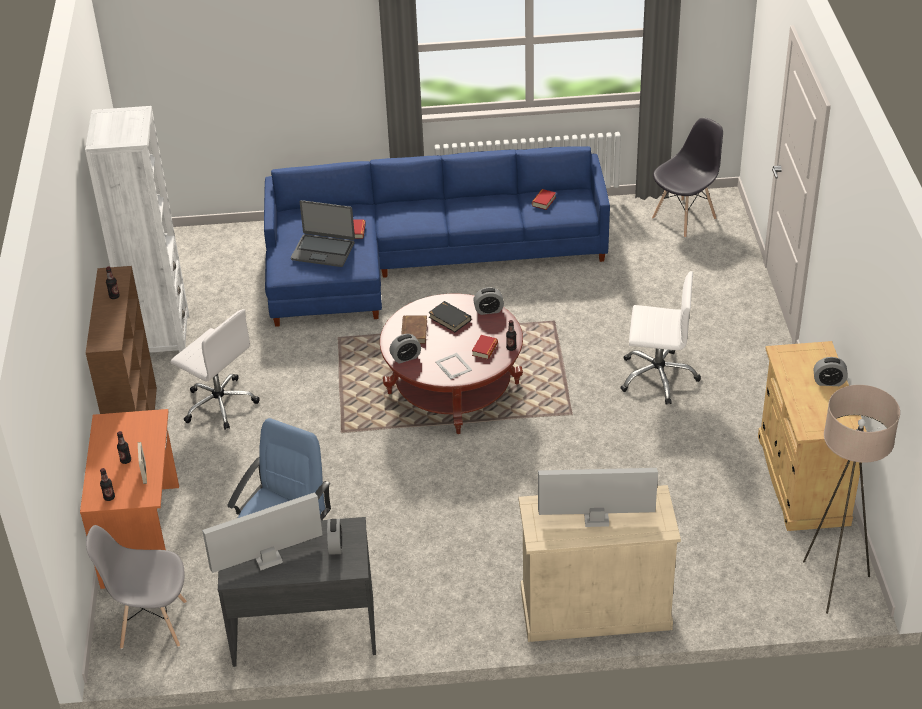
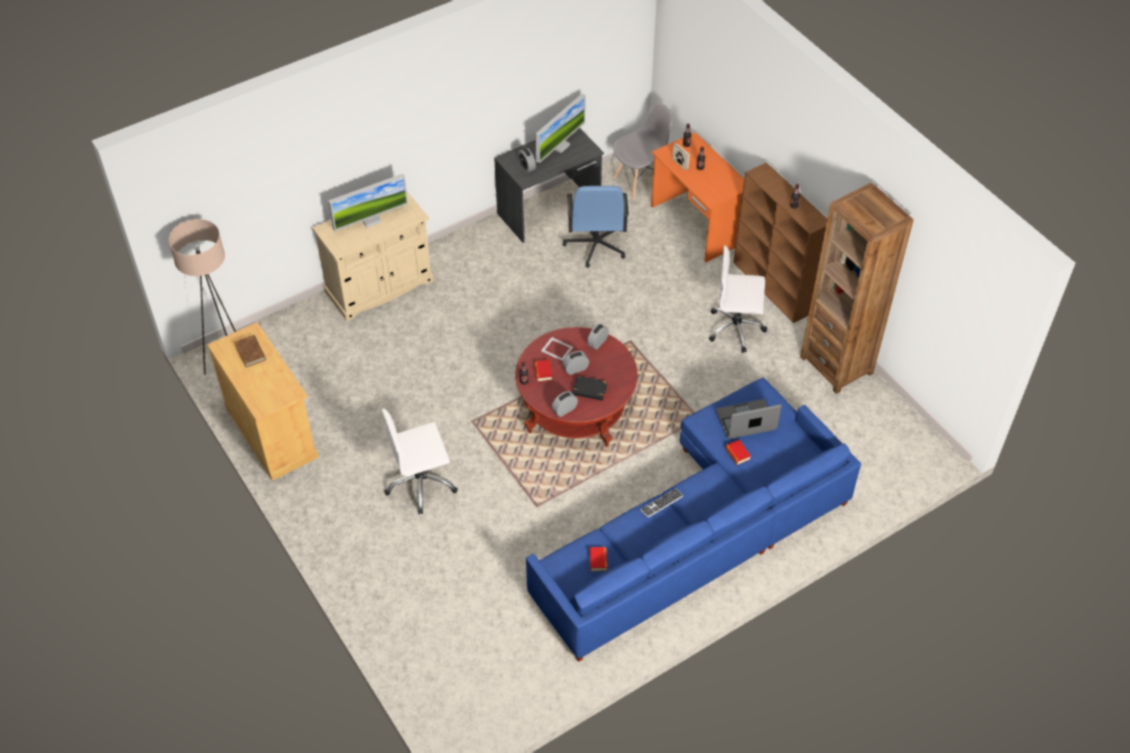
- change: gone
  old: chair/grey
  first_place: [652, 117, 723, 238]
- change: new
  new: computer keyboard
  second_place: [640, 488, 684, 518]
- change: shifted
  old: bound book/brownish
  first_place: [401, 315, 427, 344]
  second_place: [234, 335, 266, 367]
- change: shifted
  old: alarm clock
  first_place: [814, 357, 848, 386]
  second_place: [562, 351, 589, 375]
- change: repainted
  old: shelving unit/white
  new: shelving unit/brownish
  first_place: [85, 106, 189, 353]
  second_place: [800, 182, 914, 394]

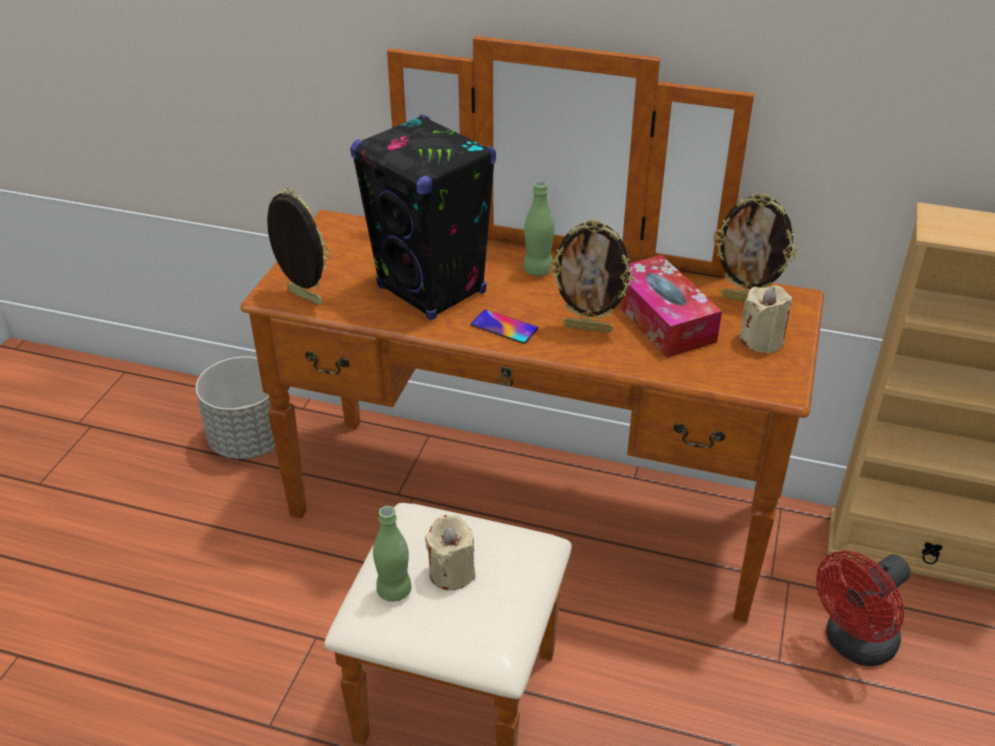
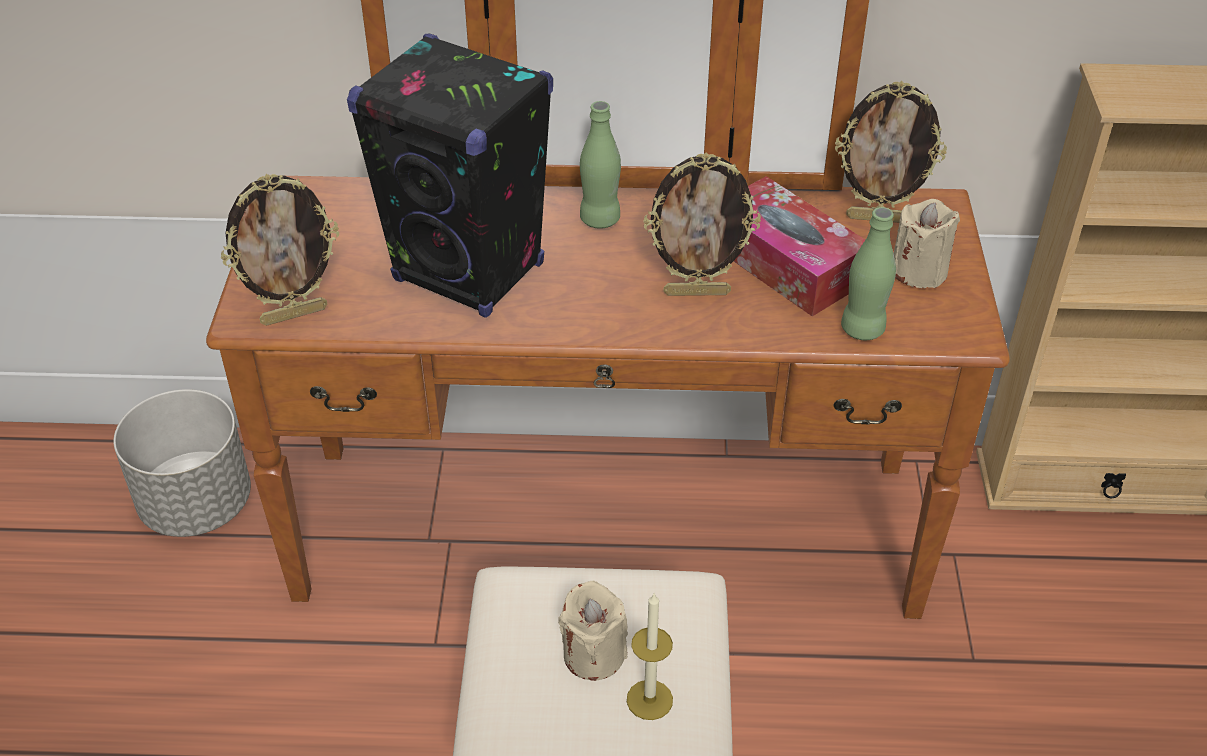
- change: gone
  old: handset
  first_place: [470, 310, 538, 344]
- change: gone
  old: electric fan/red
  first_place: [816, 551, 911, 666]
- change: new
  new: candle
  second_place: [627, 592, 673, 720]
- change: shifted
  old: beverage bottle/green-coloured
  first_place: [373, 506, 411, 602]
  second_place: [841, 207, 896, 340]
- change: rotated
  old: standing frame
  first_place: [267, 187, 329, 305]
  second_place: [221, 174, 339, 326]
  degrees: 135

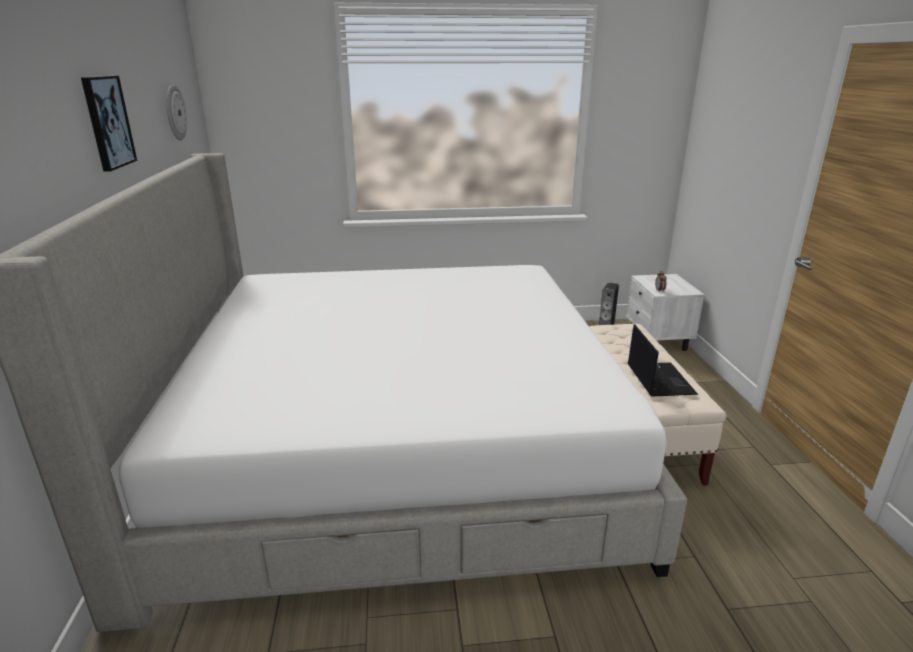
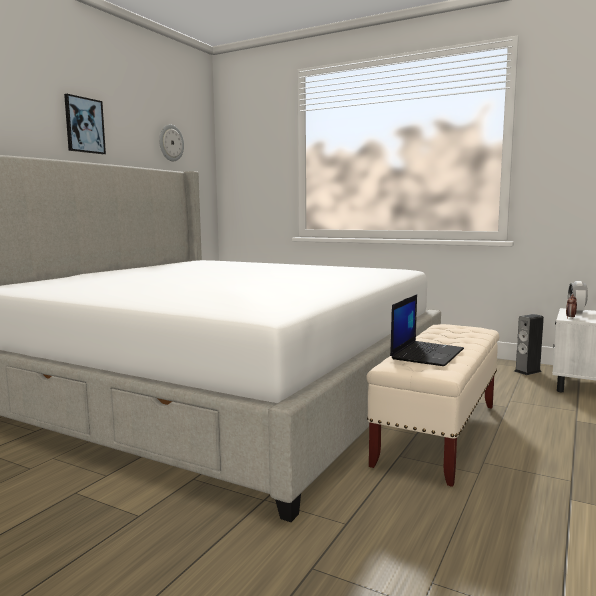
- change: new
  new: alarm clock
  second_place: [568, 281, 588, 314]

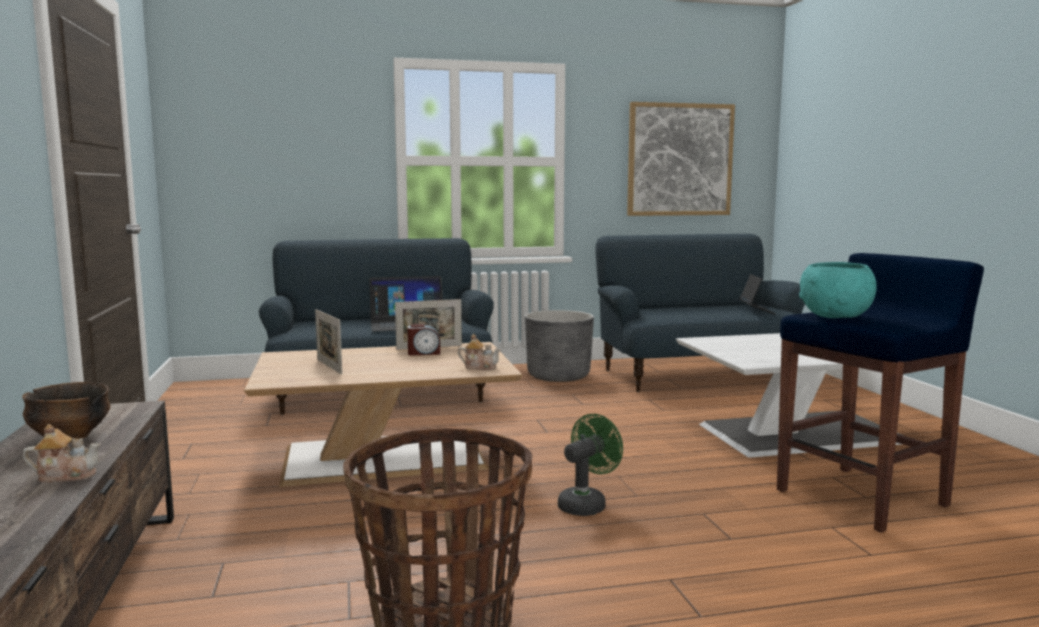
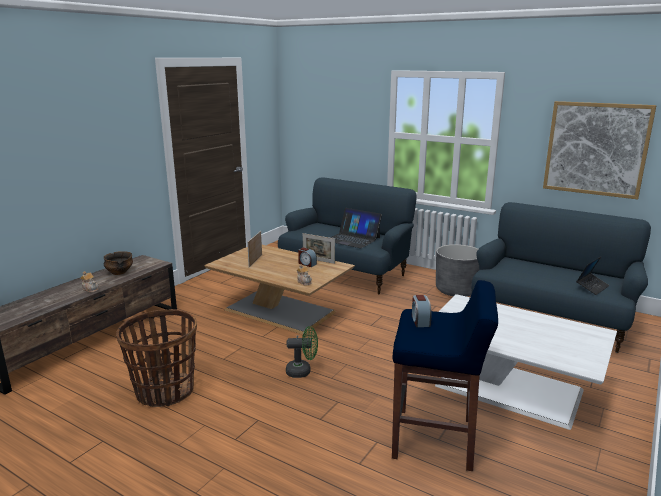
- change: swapped
  old: bowl/turquoise
  new: alarm clock
  first_place: [799, 262, 877, 318]
  second_place: [412, 295, 432, 327]

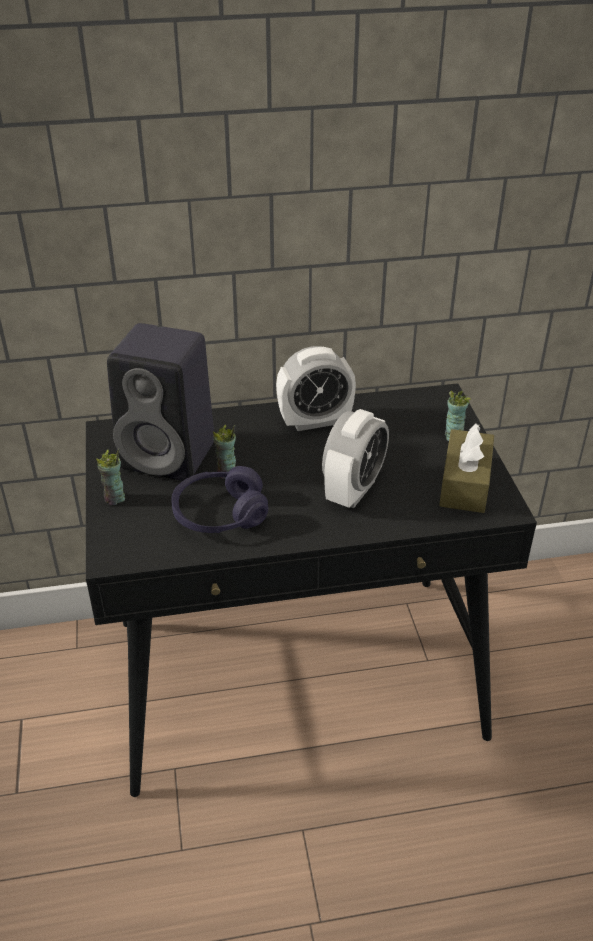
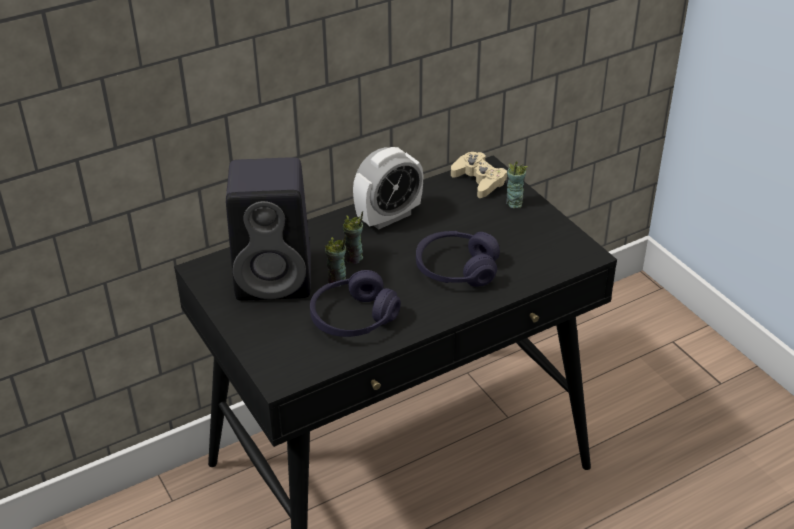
- change: gone
  old: tissue box/brownish
  first_place: [439, 423, 494, 513]
- change: new
  new: joypad/beige-coloured
  second_place: [451, 152, 508, 198]
- change: shifted
  old: small cup
  first_place: [96, 449, 125, 505]
  second_place: [343, 211, 363, 264]
- change: swapped
  old: alarm clock
  new: headset/purple-coloured
  first_place: [322, 409, 389, 508]
  second_place: [416, 231, 500, 287]

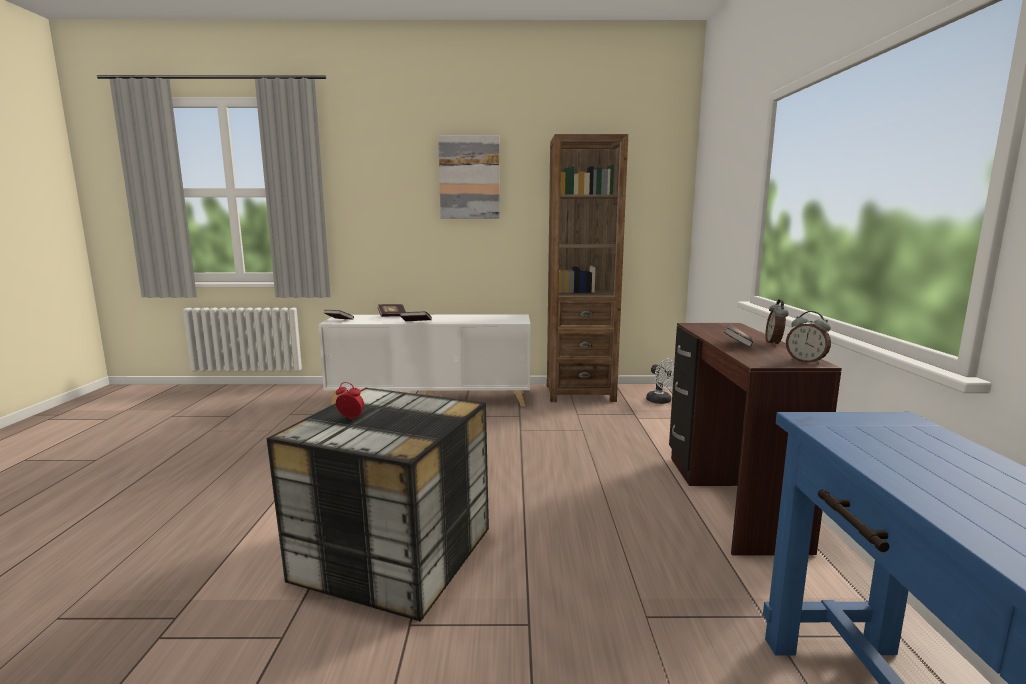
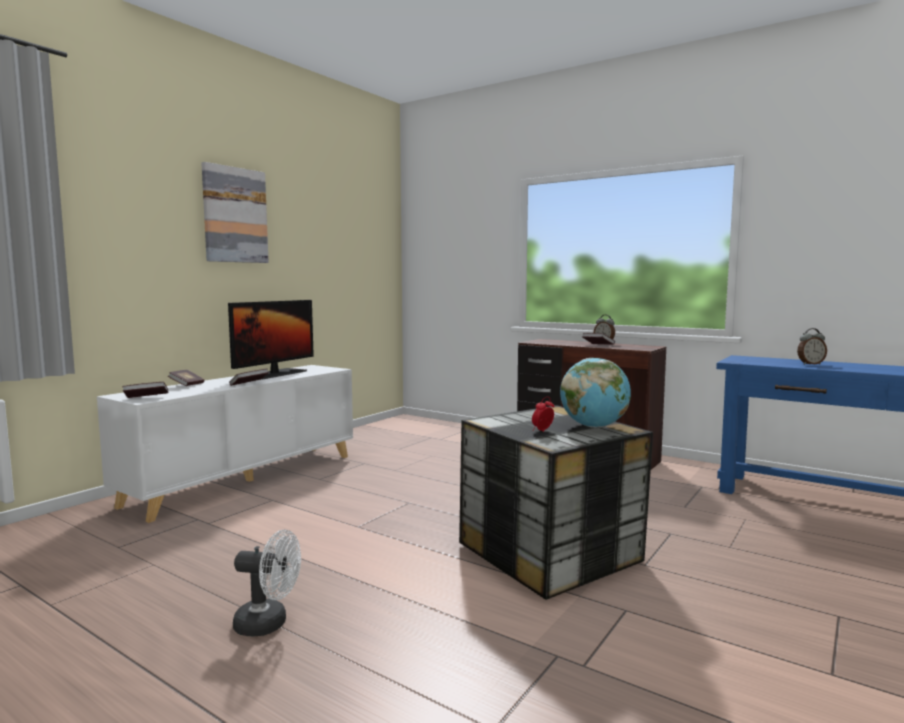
- change: gone
  old: shelving unit/brownish
  first_place: [547, 134, 628, 402]
- change: new
  new: computer screen
  second_place: [228, 300, 314, 379]
- change: new
  new: globe
  second_place: [560, 358, 631, 428]
- change: shifted
  old: electric fan/white
  first_place: [646, 358, 675, 404]
  second_place: [233, 529, 301, 636]
- change: shifted
  old: alarm clock
  first_place: [786, 311, 831, 365]
  second_place: [797, 328, 827, 365]

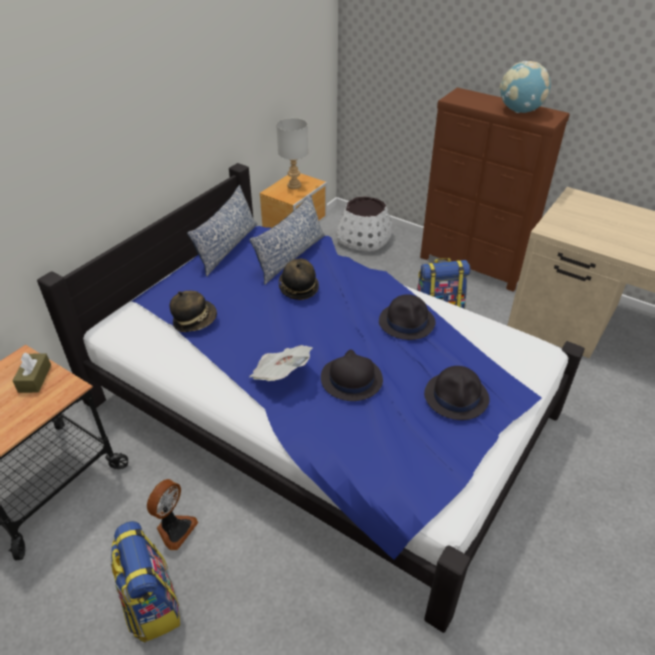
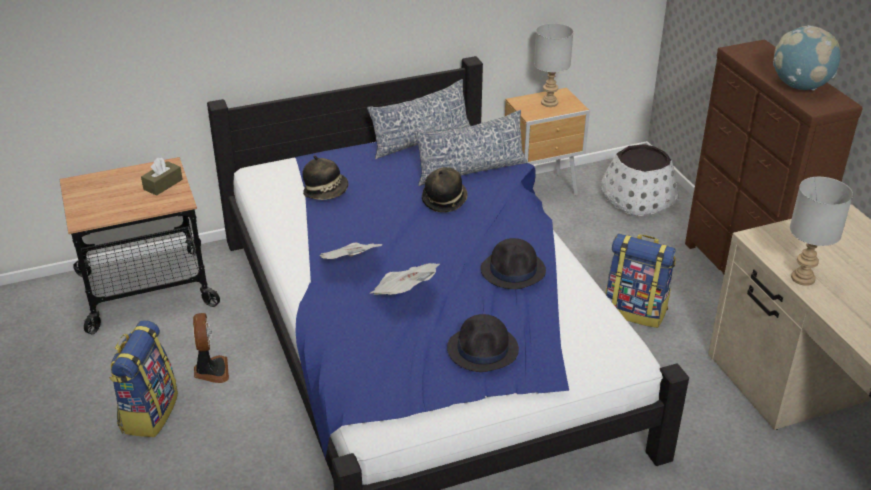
- change: new
  new: lamp for a table/grey
  second_place: [790, 177, 853, 286]
- change: swapped
  old: hat/black
  new: newspaper
  first_place: [321, 350, 383, 401]
  second_place: [369, 263, 440, 295]
- change: rotated
  old: electric fan
  first_place: [147, 479, 198, 550]
  second_place: [193, 313, 229, 383]
  degrees: -75

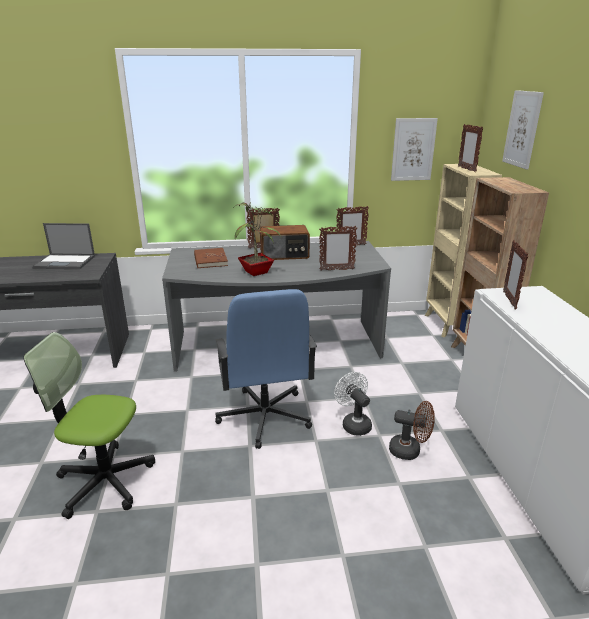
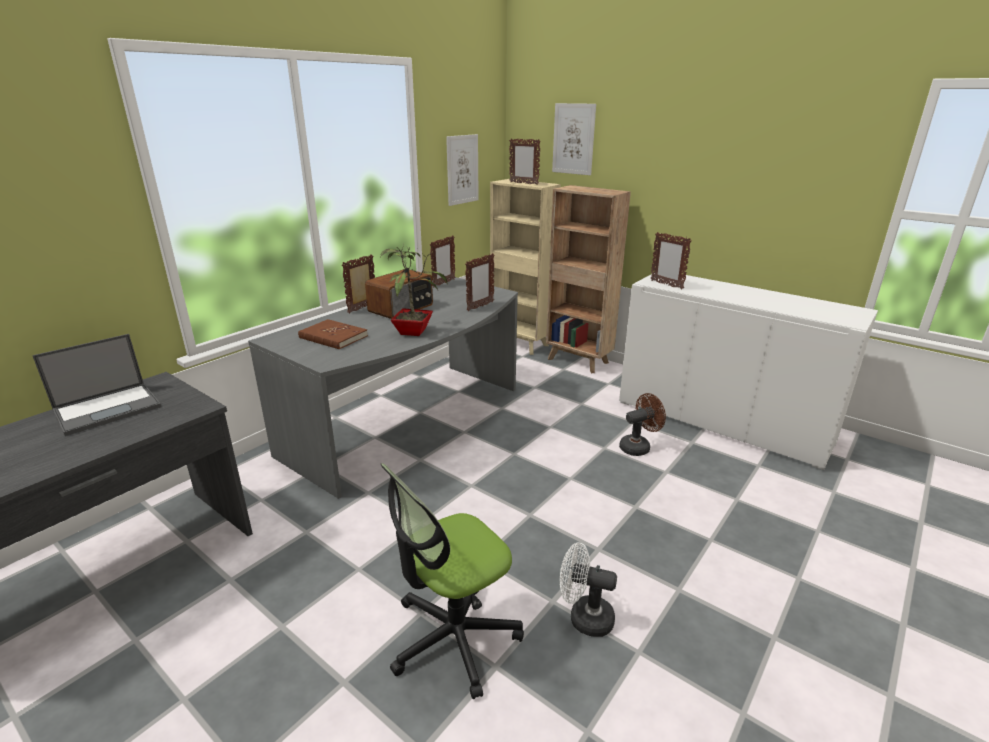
- change: gone
  old: office chair/bluish
  first_place: [215, 289, 317, 449]
- change: shifted
  old: electric fan/white
  first_place: [334, 372, 372, 436]
  second_place: [560, 542, 617, 637]

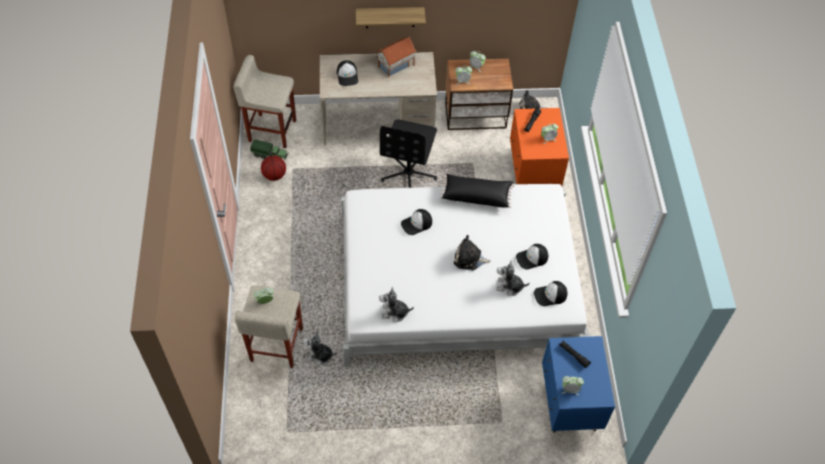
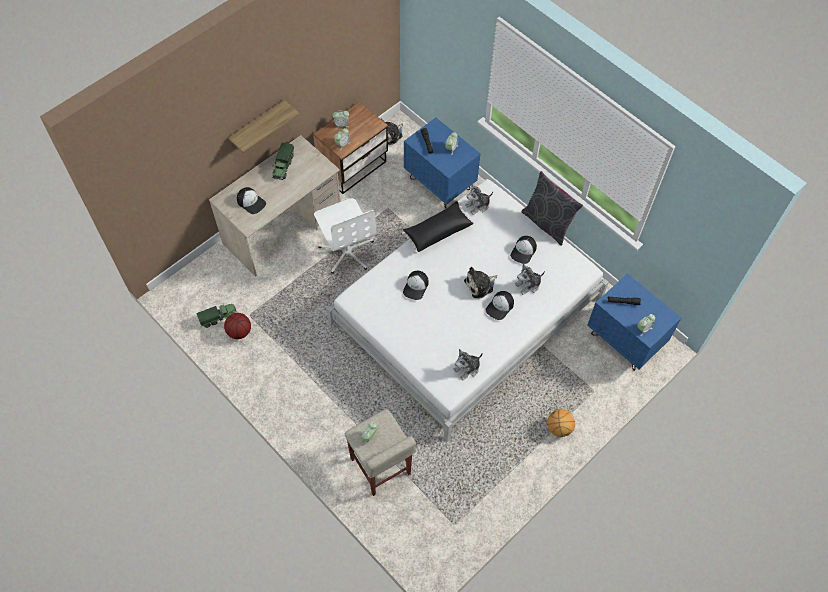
- change: gone
  old: stool/beige-coloured
  first_place: [234, 55, 296, 148]
- change: new
  new: cushion/grey
  second_place: [521, 171, 583, 246]
- change: new
  new: ball for basketball
  second_place: [547, 409, 575, 437]
- change: shifted
  old: plush toy
  first_place: [303, 332, 337, 365]
  second_place: [465, 184, 493, 215]
- change: shifted
  old: cap
  first_place: [534, 281, 567, 306]
  second_place: [486, 291, 514, 320]
- change: swapped
  old: miniature house
  new: toy lorry
  first_place: [376, 37, 416, 77]
  second_place: [272, 142, 294, 180]
- change: repainted
  old: office chair/black
  new: office chair/white
  first_place: [380, 120, 437, 188]
  second_place: [314, 198, 377, 274]
- change: repainted
  old: nightstand/orange-coloured
  new: nightstand/bluish
  first_place: [510, 108, 569, 186]
  second_place: [404, 118, 480, 209]

